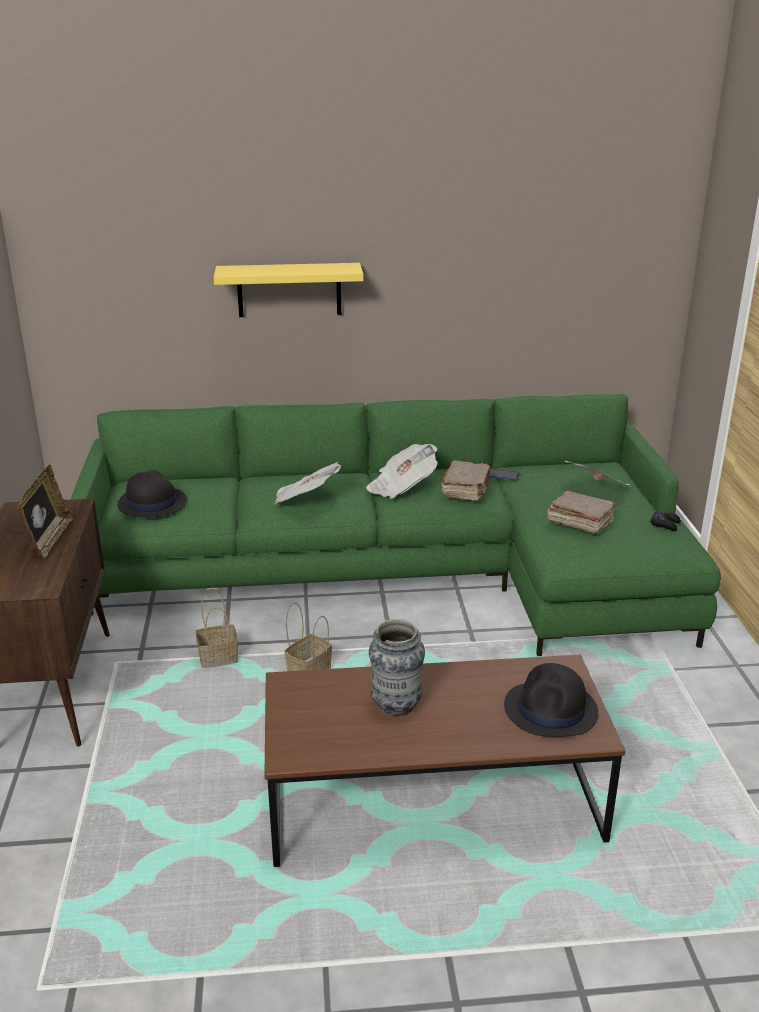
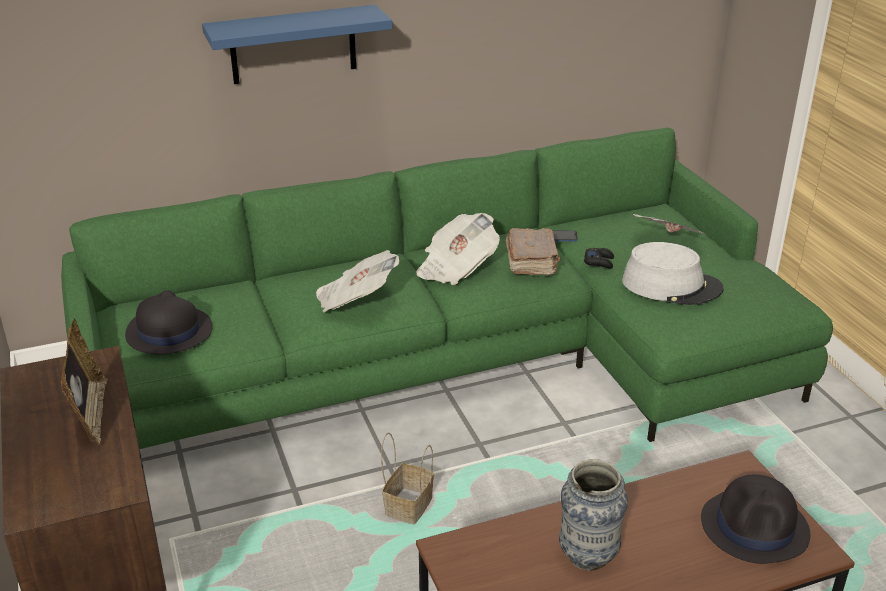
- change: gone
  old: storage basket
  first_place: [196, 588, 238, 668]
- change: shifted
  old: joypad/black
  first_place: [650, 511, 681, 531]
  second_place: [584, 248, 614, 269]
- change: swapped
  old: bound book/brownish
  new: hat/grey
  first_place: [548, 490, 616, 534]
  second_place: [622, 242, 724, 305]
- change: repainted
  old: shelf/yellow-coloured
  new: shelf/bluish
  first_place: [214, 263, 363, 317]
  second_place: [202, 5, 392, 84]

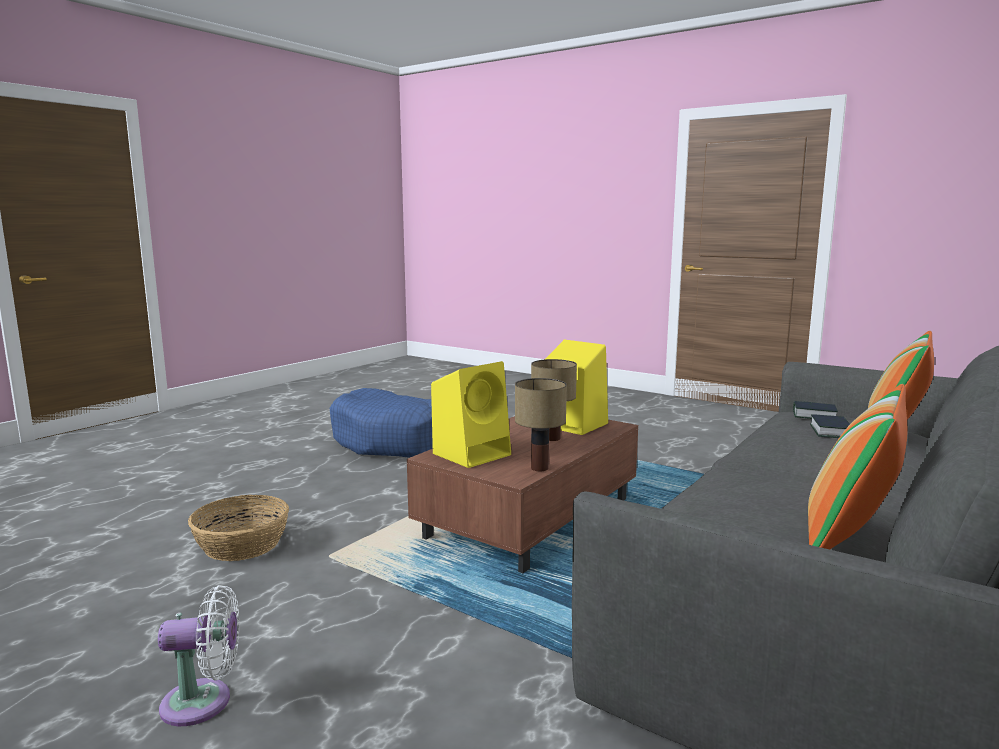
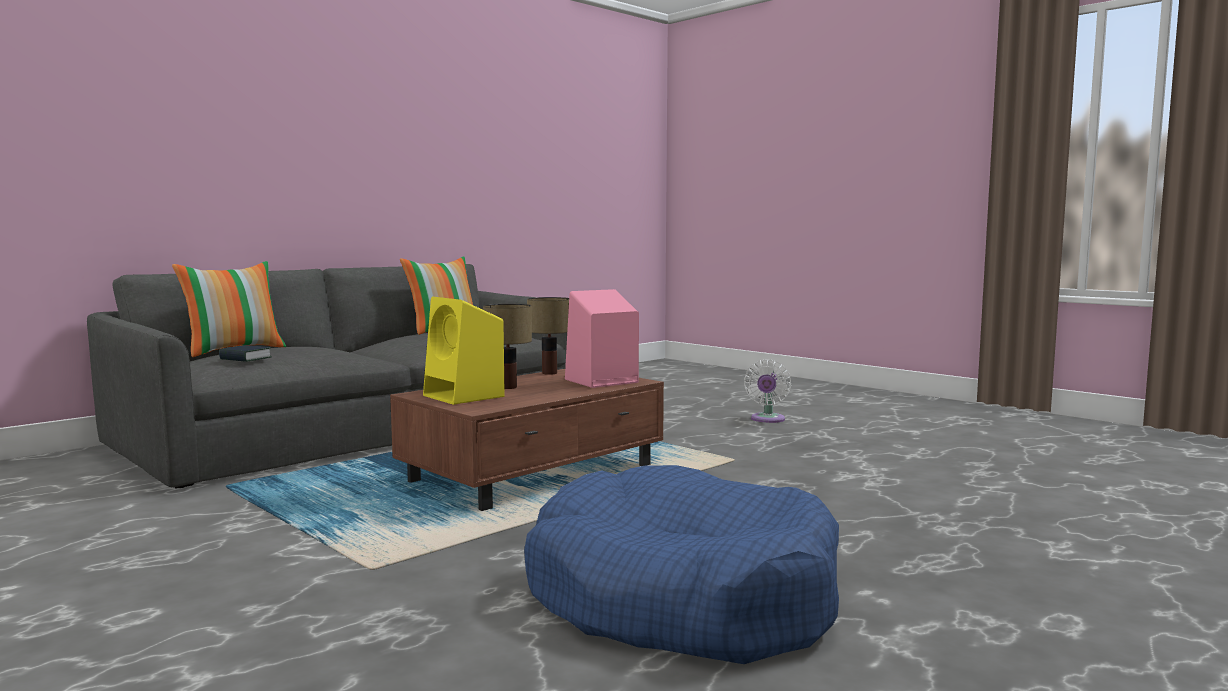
- change: gone
  old: storage basket
  first_place: [188, 495, 289, 561]
- change: gone
  old: bound book
  first_place: [810, 414, 850, 438]
- change: repainted
  old: audio speaker/yellow-coloured
  new: audio speaker/pinkish
  first_place: [431, 361, 511, 468]
  second_place: [565, 289, 639, 388]
- change: rotated
  old: electric fan/white
  first_place: [158, 585, 239, 726]
  second_place: [744, 359, 791, 423]
  degrees: -75

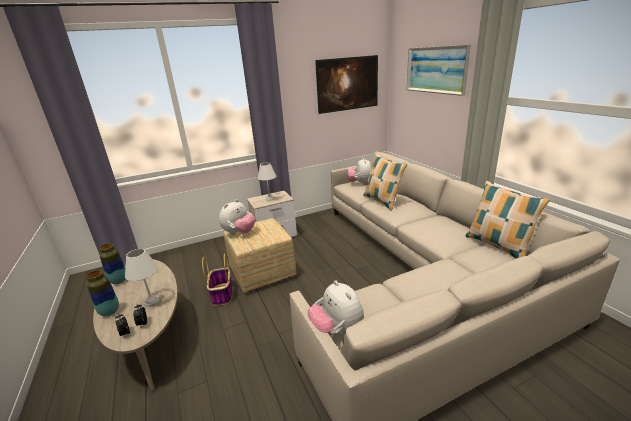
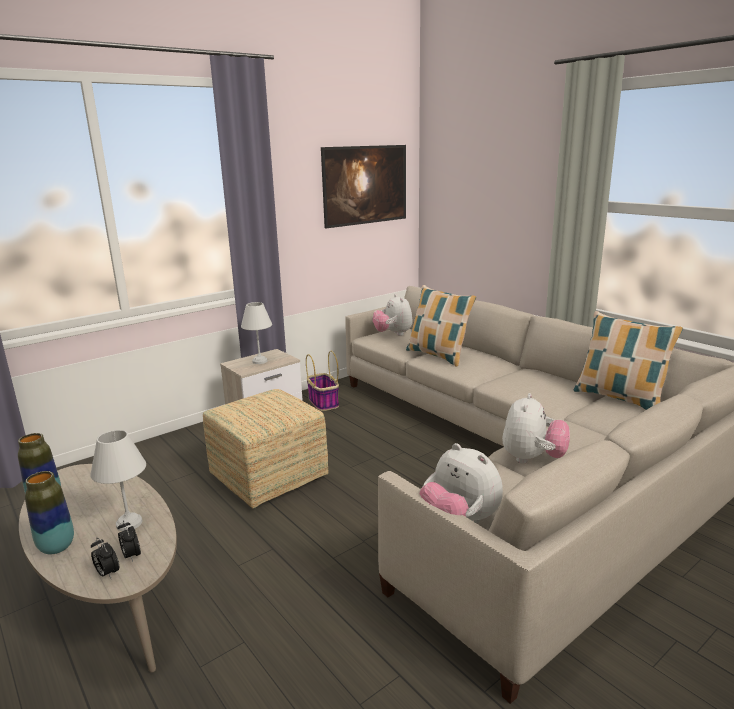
- change: gone
  old: wall art
  first_place: [407, 45, 471, 96]
- change: shifted
  old: storage basket
  first_place: [202, 254, 232, 306]
  second_place: [306, 351, 339, 411]
- change: shifted
  old: plush toy
  first_place: [219, 199, 255, 235]
  second_place: [502, 393, 570, 464]

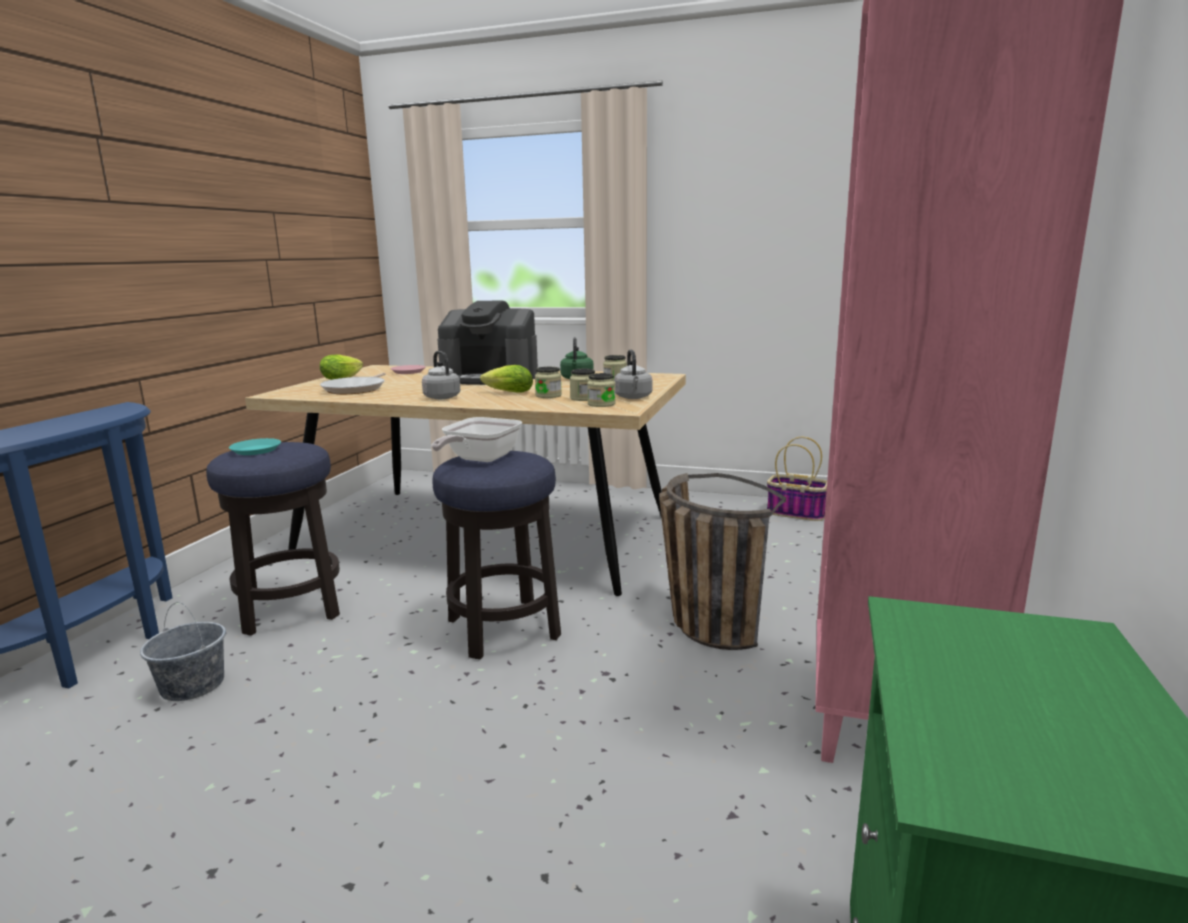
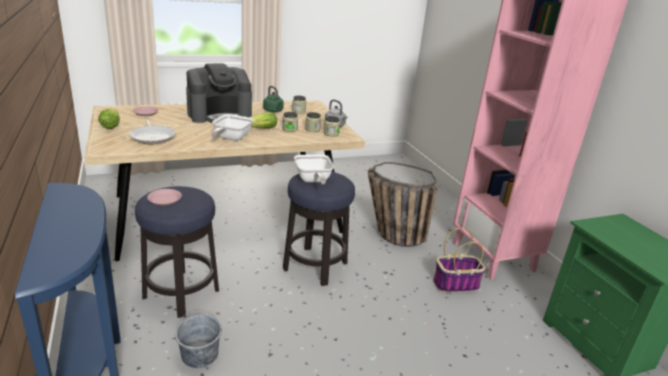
- change: shifted
  old: storage basket
  first_place: [767, 437, 827, 521]
  second_place: [433, 227, 486, 293]
- change: swapped
  old: tea kettle/grey
  new: skillet
  first_place: [422, 351, 460, 399]
  second_place: [211, 114, 254, 141]
- change: repainted
  old: plate/turquoise
  new: plate/pinkish
  first_place: [229, 438, 281, 455]
  second_place: [147, 189, 182, 206]

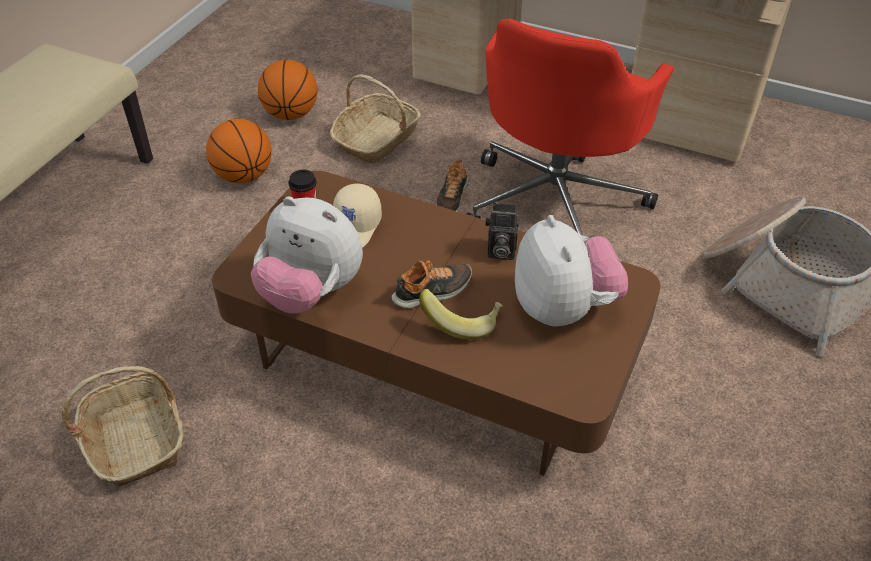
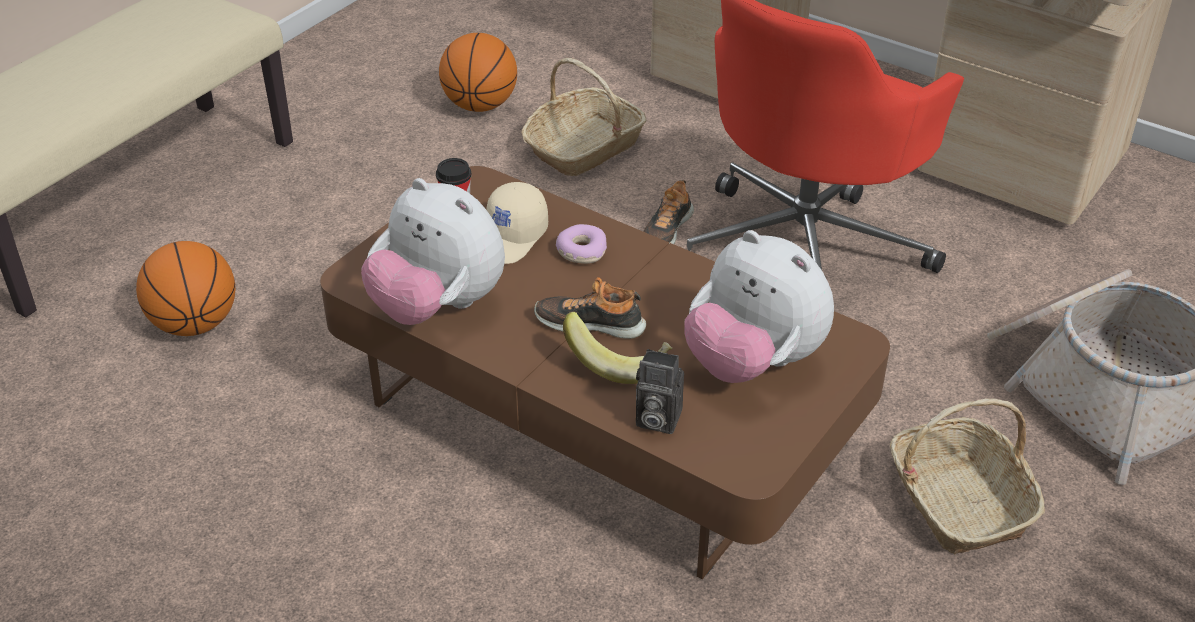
- change: new
  new: donut
  second_place: [556, 224, 607, 264]
- change: shifted
  old: storage basket
  first_place: [62, 366, 184, 487]
  second_place: [890, 399, 1045, 554]
- change: shifted
  old: ball for basketball
  first_place: [206, 119, 272, 183]
  second_place: [136, 241, 235, 336]
- change: shifted
  old: photo camera
  first_place: [485, 203, 519, 260]
  second_place: [636, 349, 684, 434]
- change: rotated
  old: low shoe
  first_place: [391, 260, 472, 309]
  second_place: [534, 277, 646, 339]
  degrees: -150
- change: rotated
  old: plush toy
  first_place: [515, 215, 628, 327]
  second_place: [685, 230, 834, 383]
  degrees: 135

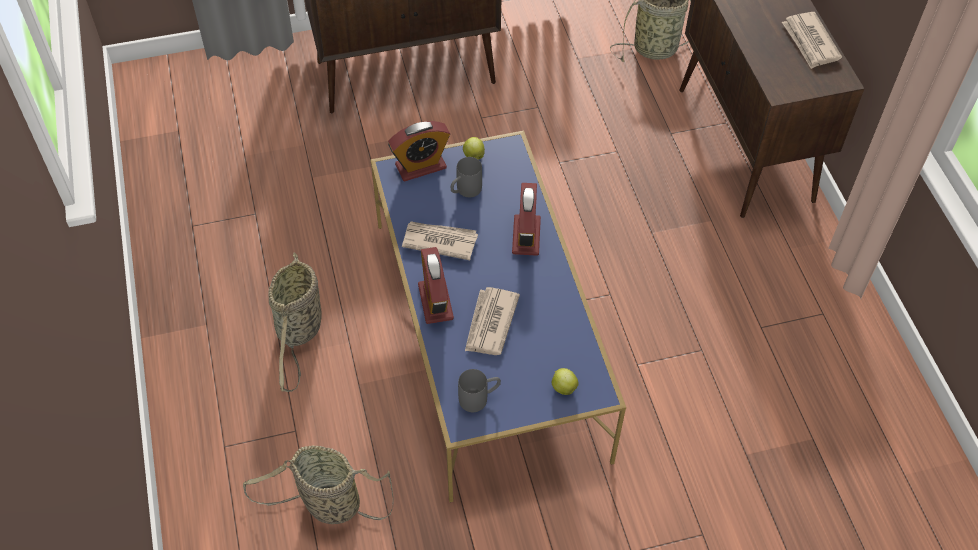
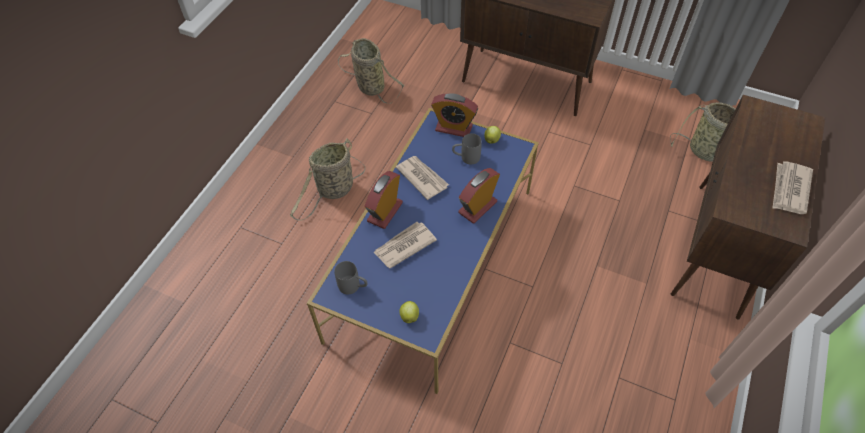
- change: shifted
  old: storage basket
  first_place: [243, 445, 394, 524]
  second_place: [338, 38, 404, 103]

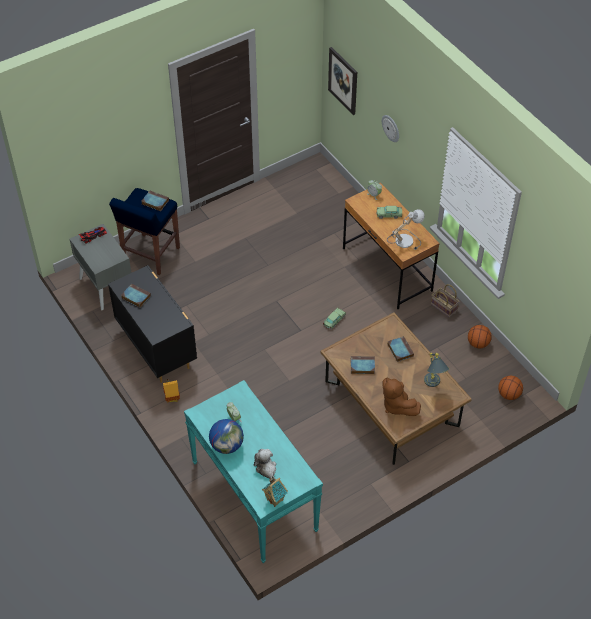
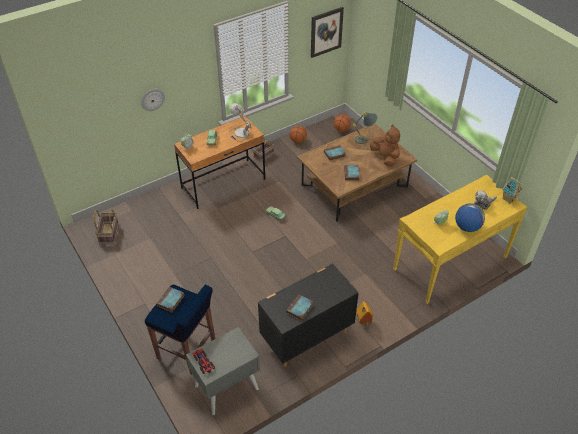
- change: new
  new: storage basket
  second_place: [94, 209, 119, 245]
- change: shifted
  old: wall art
  first_place: [328, 47, 357, 115]
  second_place: [311, 7, 344, 58]
- change: repainted
  old: console table/turquoise
  new: console table/yellow-coloured
  first_place: [184, 380, 323, 563]
  second_place: [393, 174, 528, 304]
- change: rotated
  old: plush toy/brownish
  first_place: [383, 378, 421, 416]
  second_place: [370, 125, 400, 166]
  degrees: -90

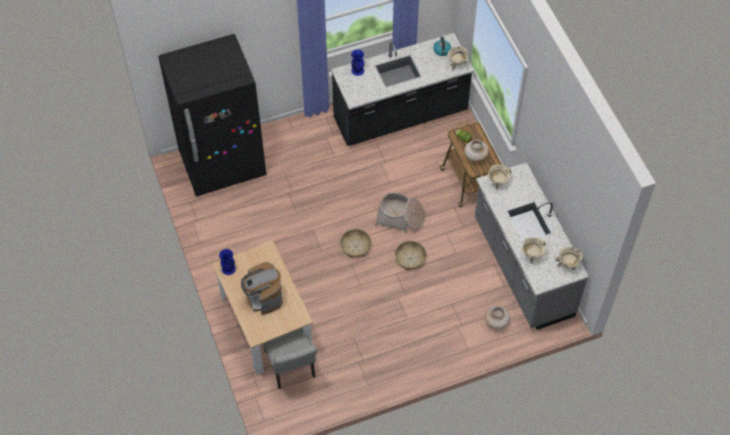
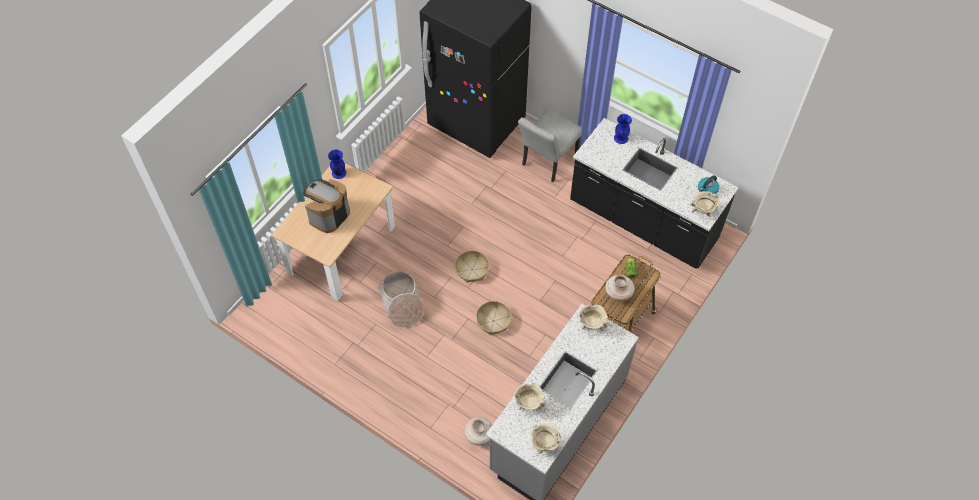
- change: shifted
  old: chair/grey
  first_place: [263, 328, 317, 389]
  second_place: [518, 109, 582, 182]
- change: shifted
  old: storage basket
  first_place: [375, 192, 425, 233]
  second_place: [378, 271, 424, 327]

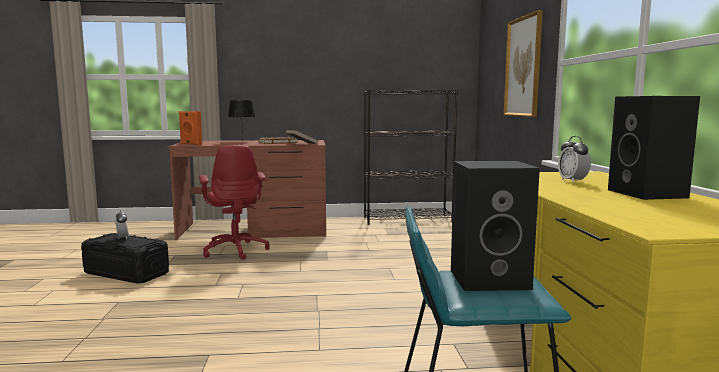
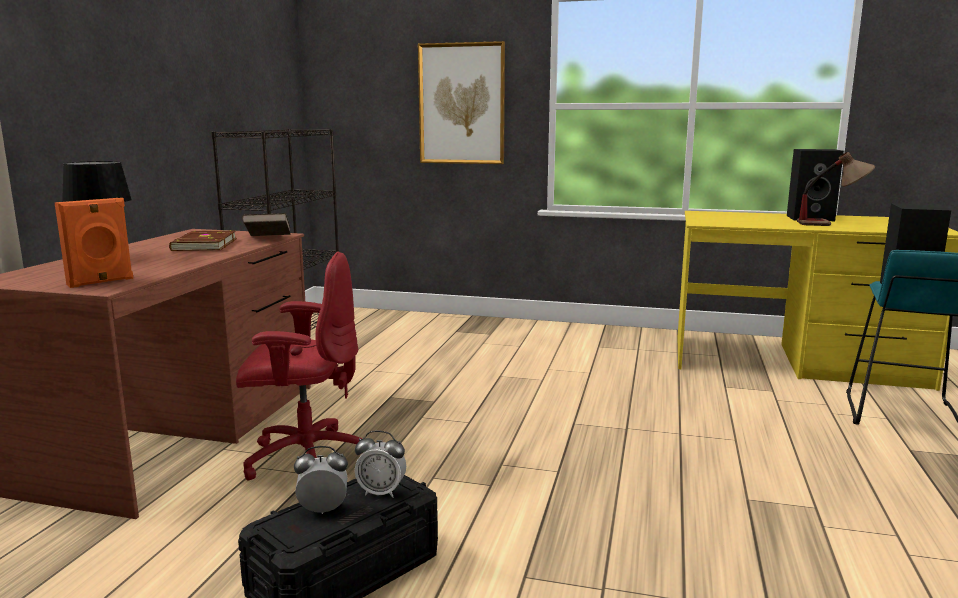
- change: new
  new: lamp for a table
  second_place: [797, 152, 875, 226]
- change: shifted
  old: alarm clock
  first_place: [558, 136, 591, 183]
  second_place: [355, 430, 406, 498]

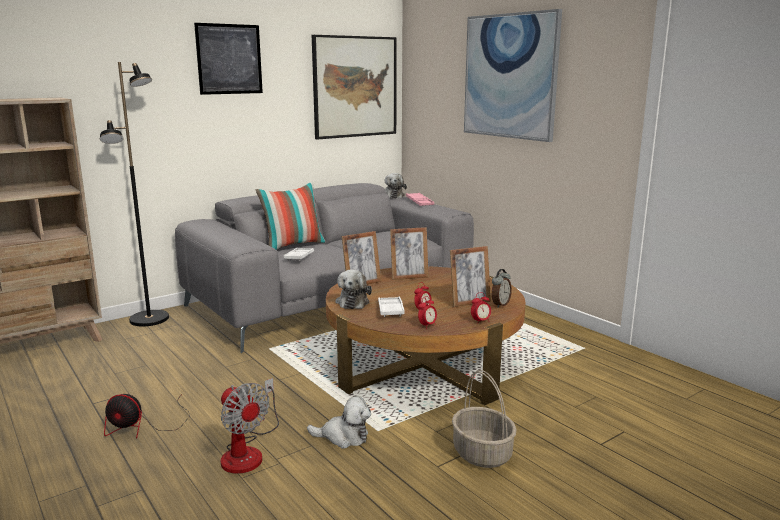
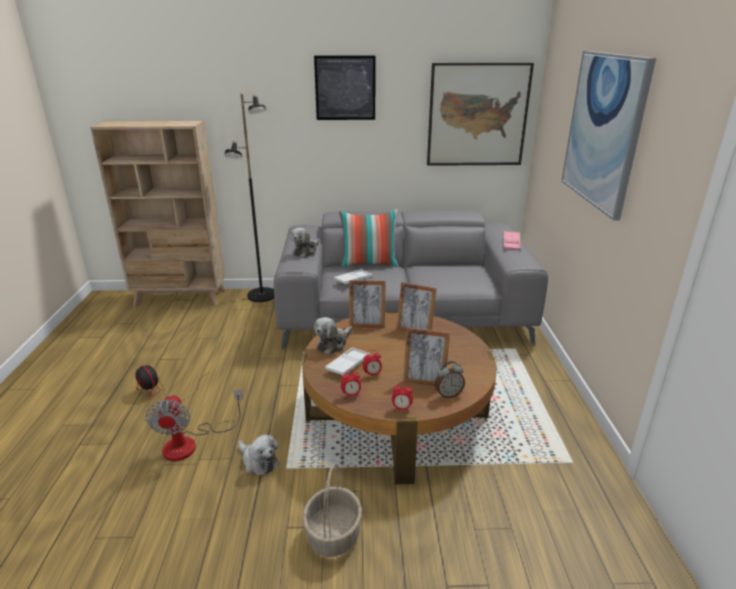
- change: shifted
  old: plush toy
  first_place: [385, 173, 407, 199]
  second_place: [290, 228, 319, 258]

